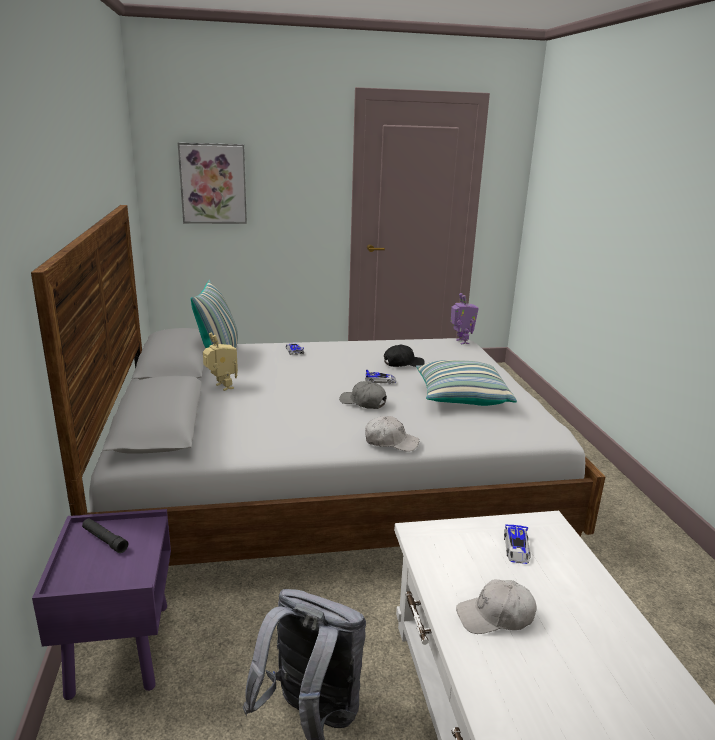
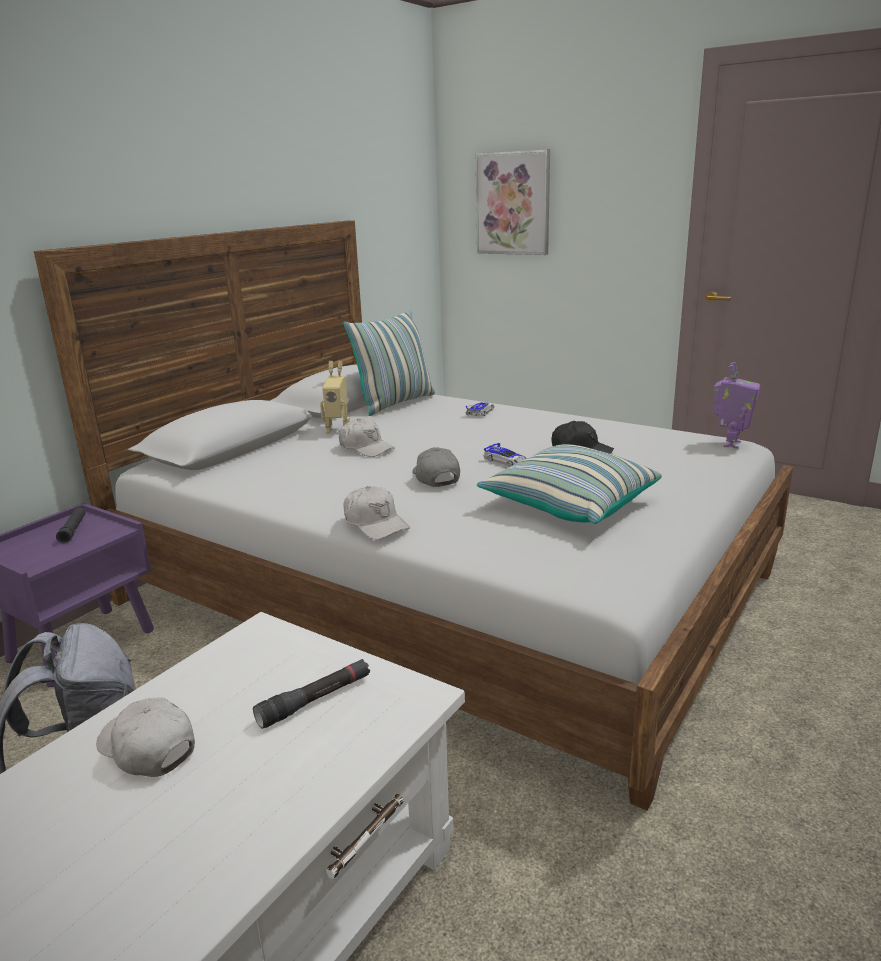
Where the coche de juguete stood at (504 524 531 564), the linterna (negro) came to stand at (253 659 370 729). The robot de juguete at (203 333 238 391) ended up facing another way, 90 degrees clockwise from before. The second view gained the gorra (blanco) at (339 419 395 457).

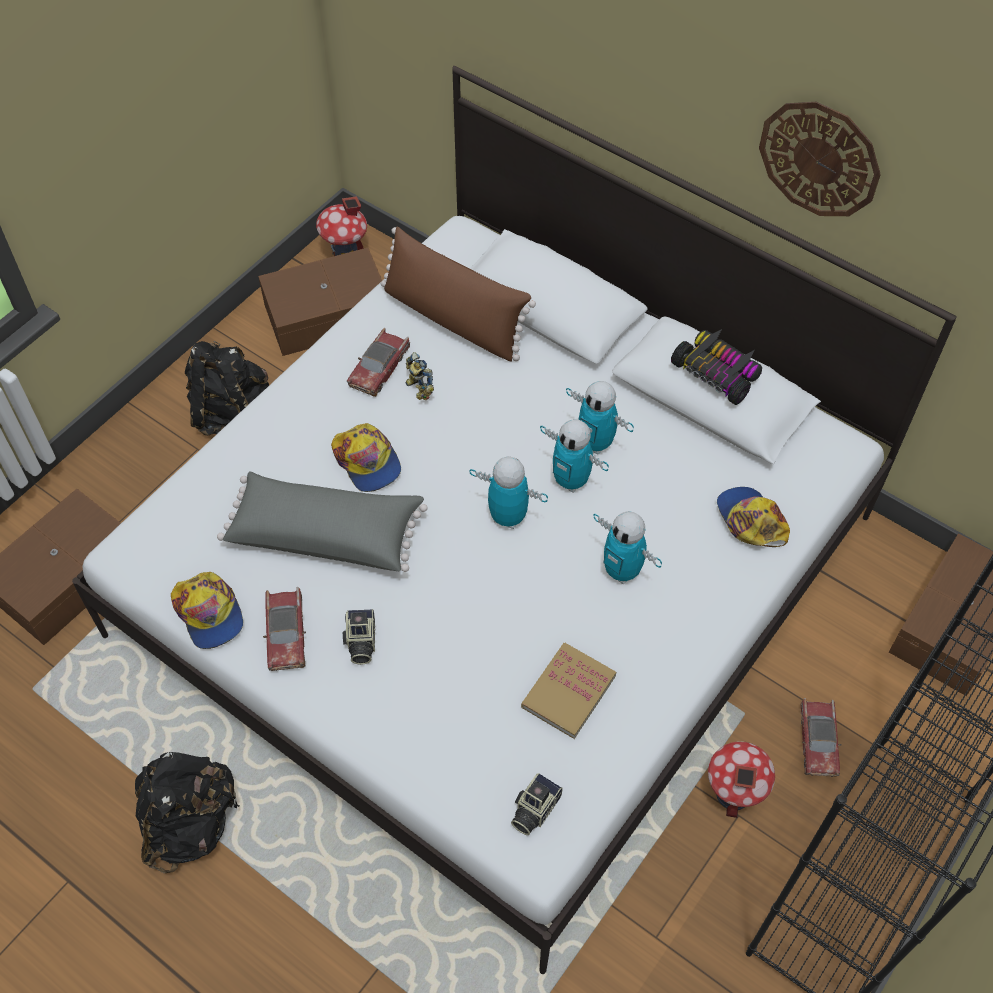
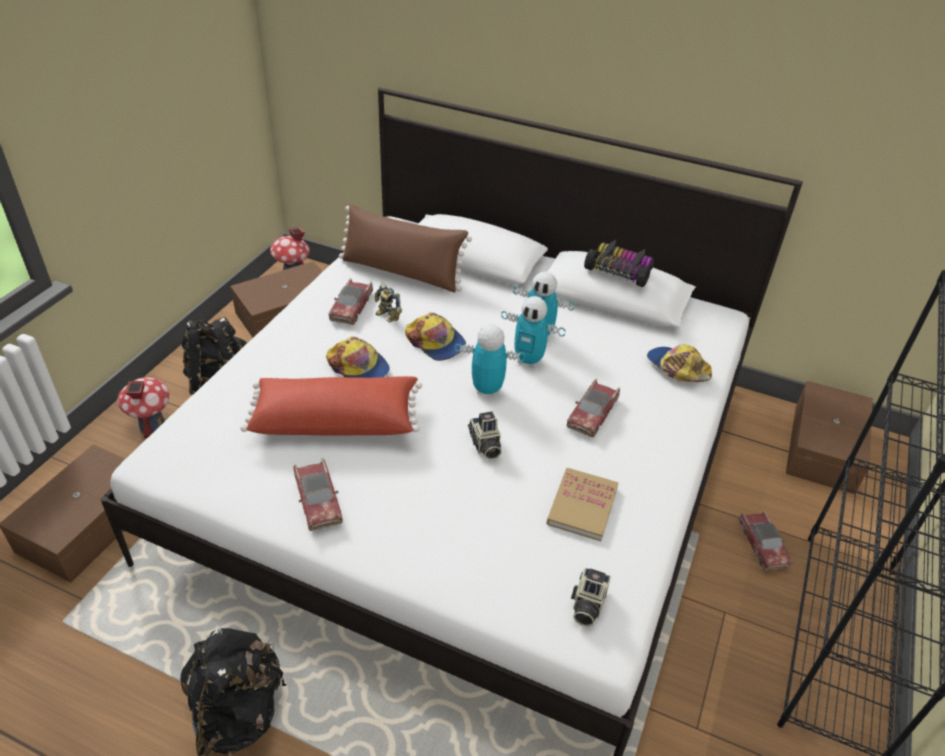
The casita ended up elsewhere, having gone from (708 741 775 818) to (117 377 169 438). What was the cojín (gris) at (217 471 428 572) turned into the cojín (rojo) at (240 376 422 436). The gorra ended up elsewhere, having gone from (171 572 243 649) to (405 312 466 361). The cámara ended up elsewhere, having gone from (343 609 376 665) to (468 411 502 460). Where the robot de juguete stood at (593 511 662 584), the coche de juguete came to stand at (567 379 620 437). The second view lost the reloj de pared at (759 102 881 216).

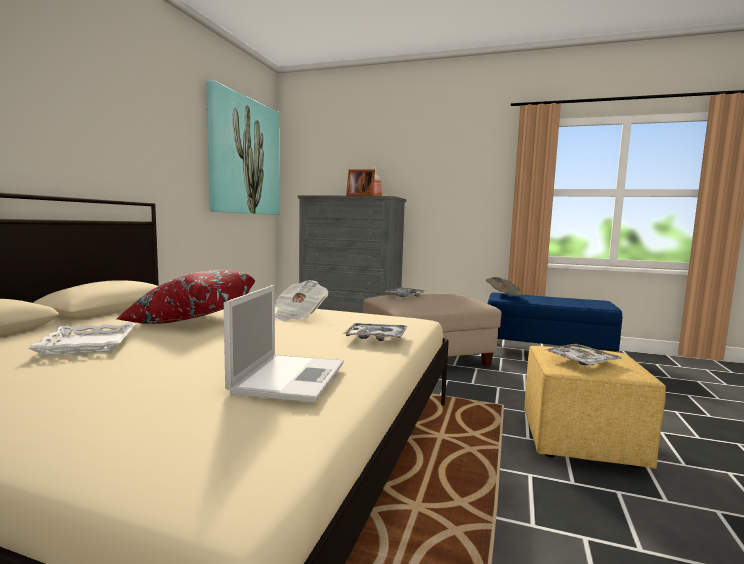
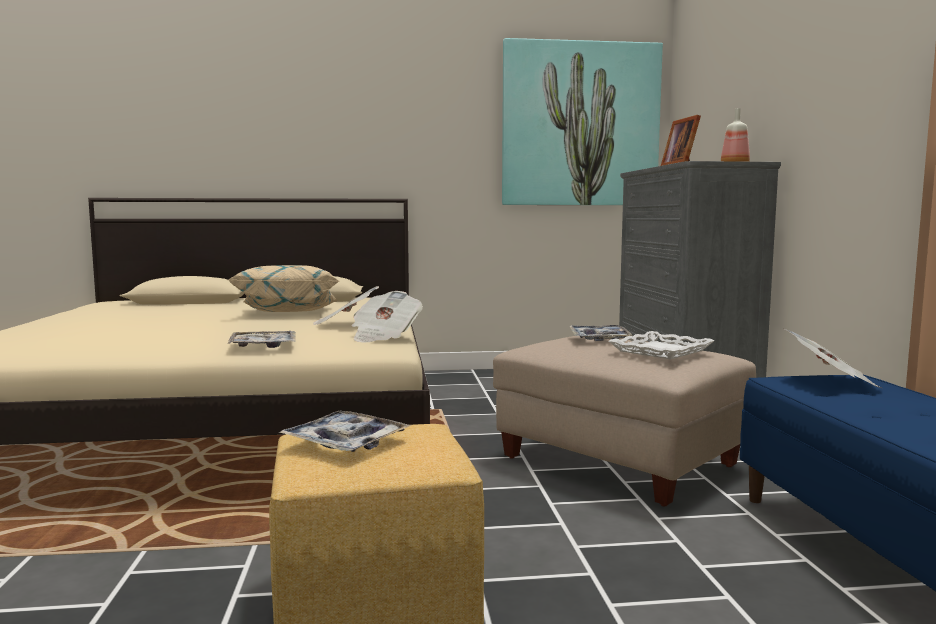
What was the cojín (rojo) at (117 270 255 324) turned into the cojín (beis) at (229 265 339 312). The second view gained the periódico at (352 291 423 343). The bandeja (blanco) ended up elsewhere, having gone from (28 323 136 356) to (609 331 714 360). The second view lost the portátil at (224 285 344 402).

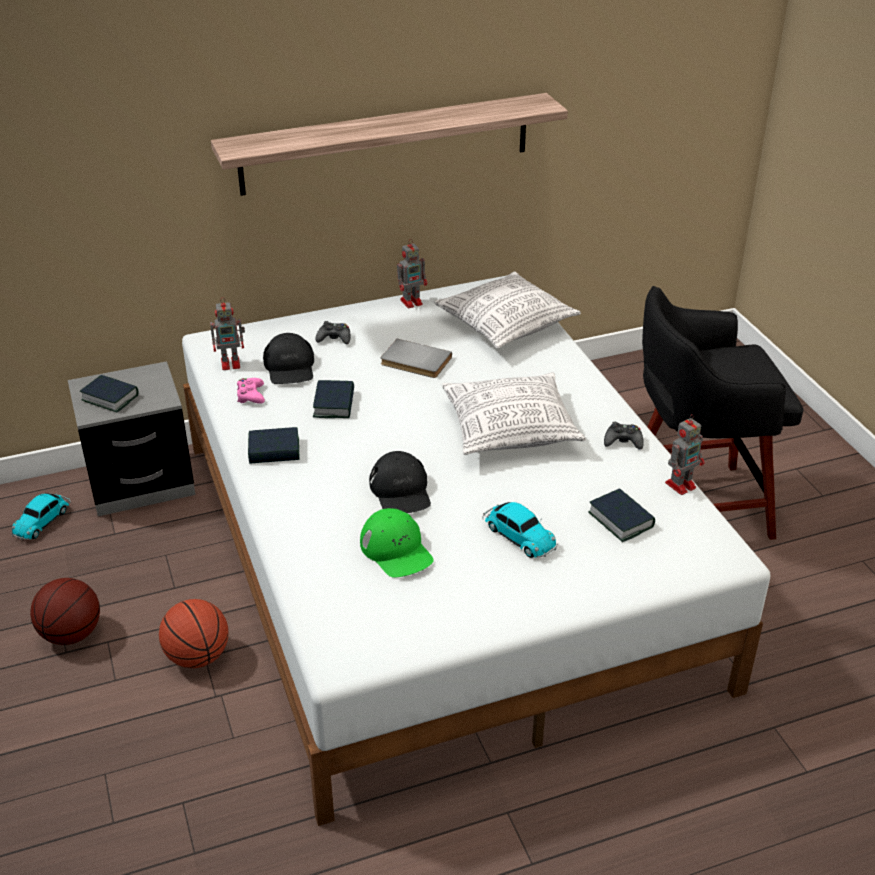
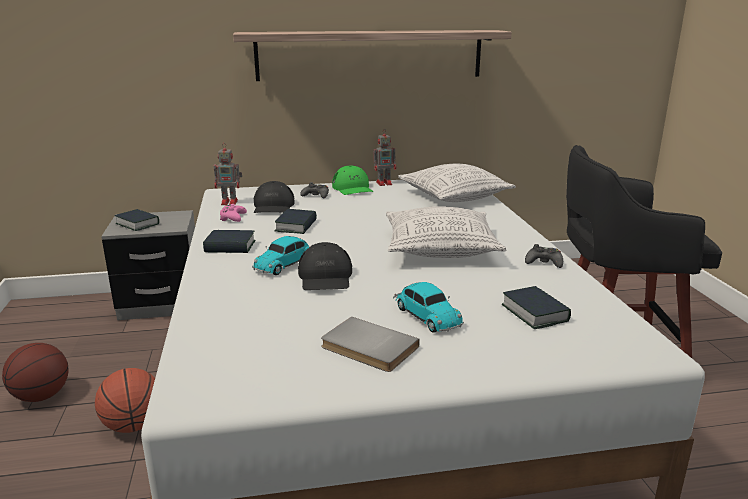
The coche de juguete ended up elsewhere, having gone from (11 493 71 540) to (252 236 310 275). The libro (gris) ended up elsewhere, having gone from (381 339 452 378) to (321 317 420 372). The gorra (verde) ended up elsewhere, having gone from (360 508 434 578) to (332 166 373 195). The second view lost the robot de juguete at (665 414 704 495).

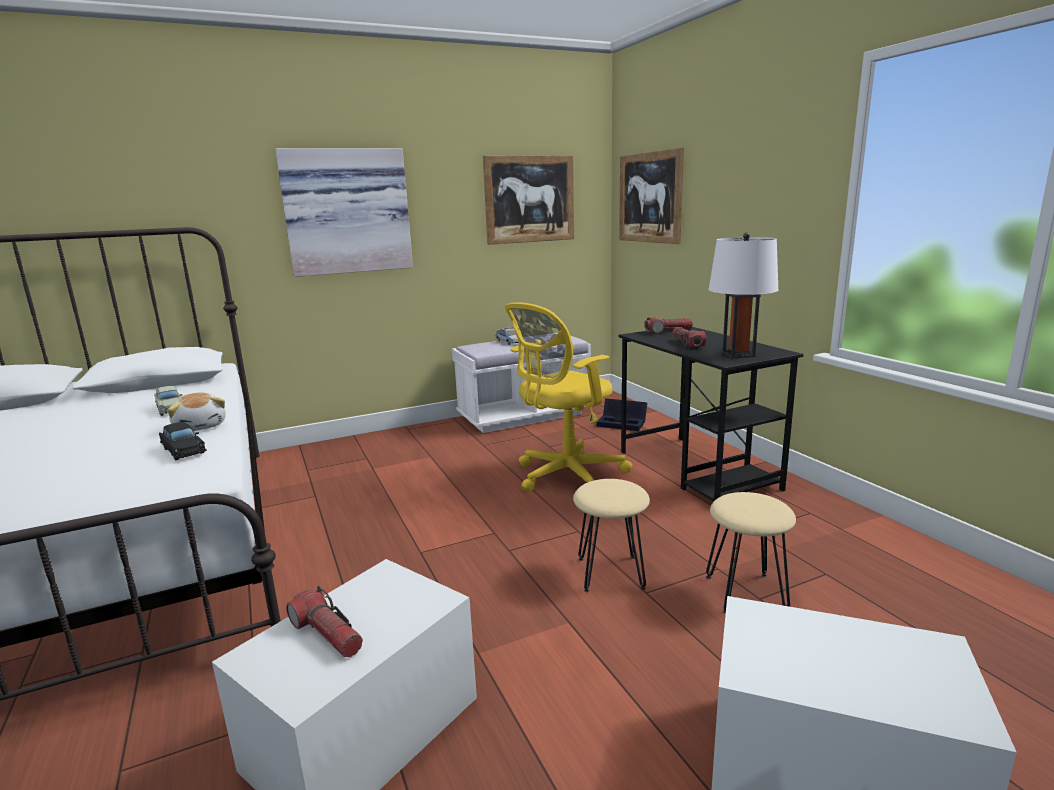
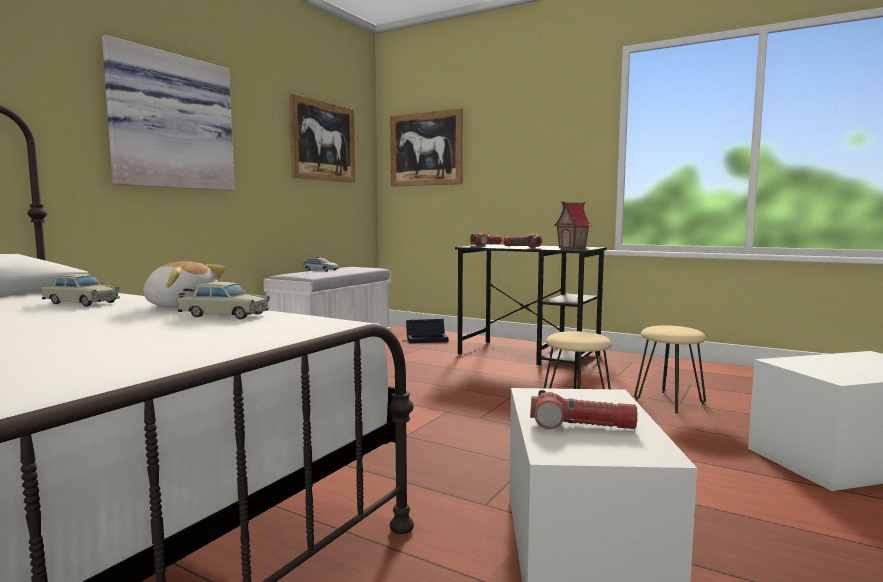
What was the coche de juguete (negro) at (159 422 207 460) turned into the coche de juguete (beis) at (176 282 270 319). Where the lámpara de mesa (blanco) stood at (709 232 778 358), the casita came to stand at (554 201 592 249). The second view lost the silla de oficina (amarillo) at (505 303 632 492).

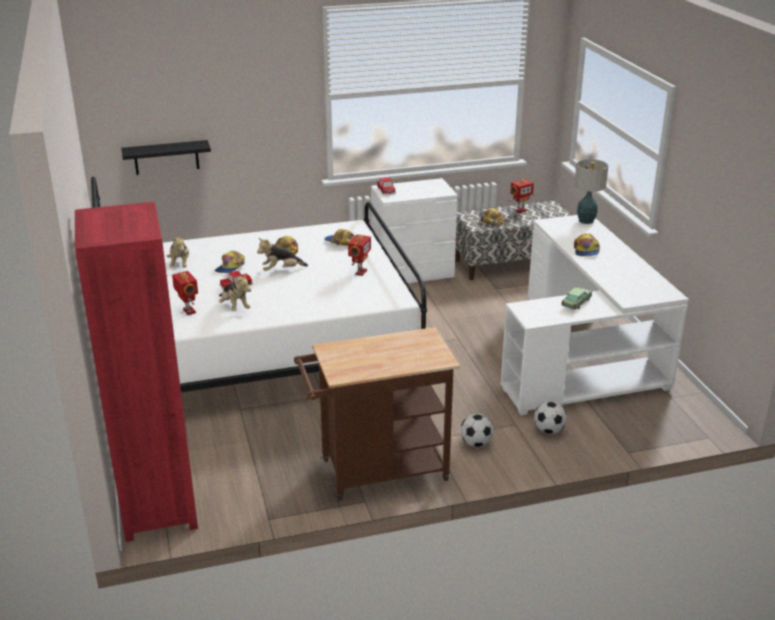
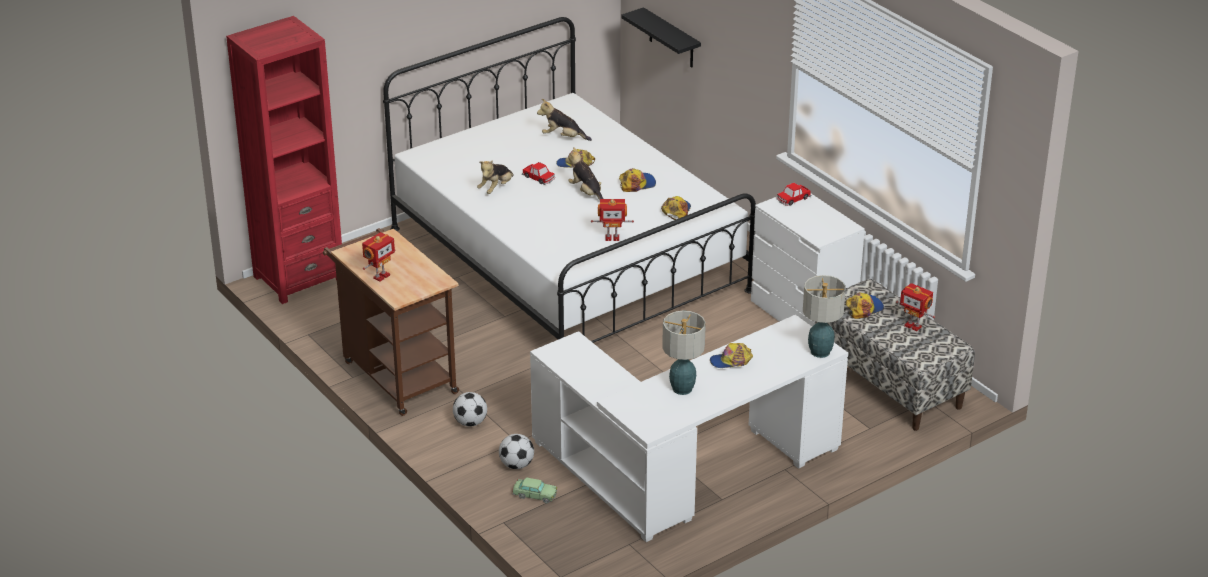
The robot de juguete ended up elsewhere, having gone from (172 271 198 315) to (362 232 396 282). The coche de juguete ended up elsewhere, having gone from (562 287 592 310) to (512 478 557 503). The peluche at (167 235 189 268) ended up facing another way, 45 degrees clockwise from before. The second view gained the lámpara de mesa at (662 310 706 395).

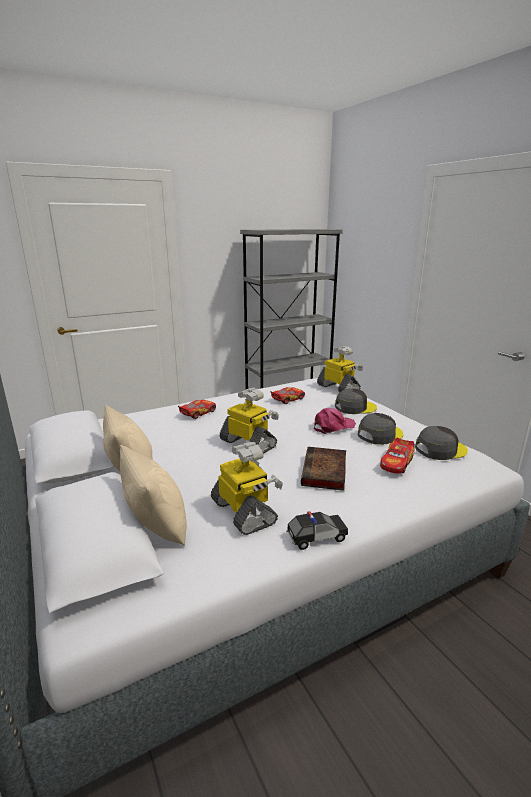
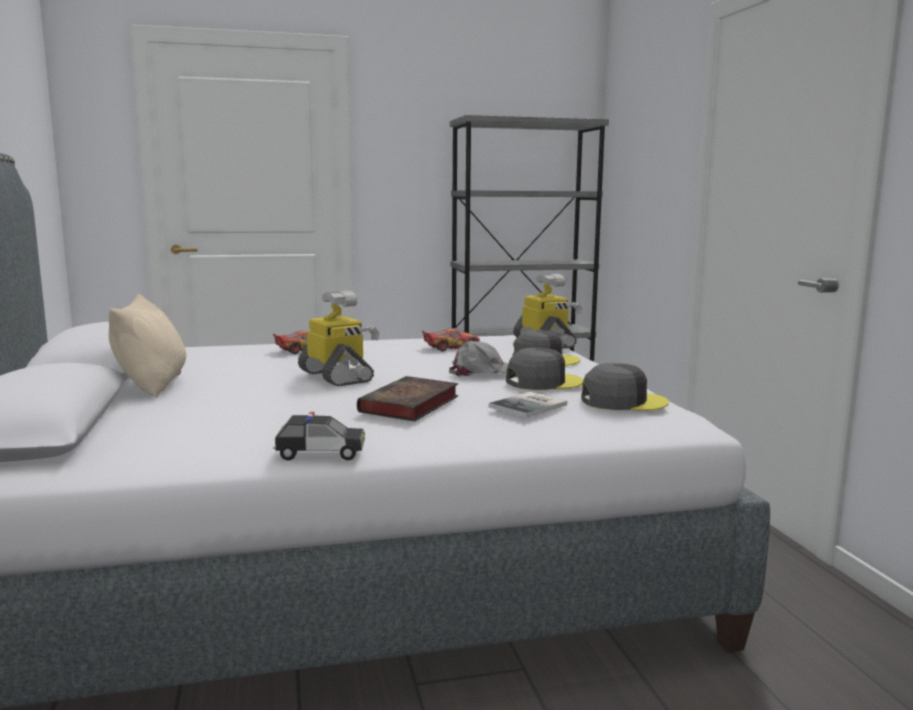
What was the gorra (rosa) at (314 408 356 434) turned into the gorra (gris) at (449 341 509 377). Where the coche de juguete stood at (380 438 414 474), the libro came to stand at (489 392 567 418). The second view lost the cojín (beis) at (120 445 187 546). The second view lost the robot de juguete at (211 442 283 535).

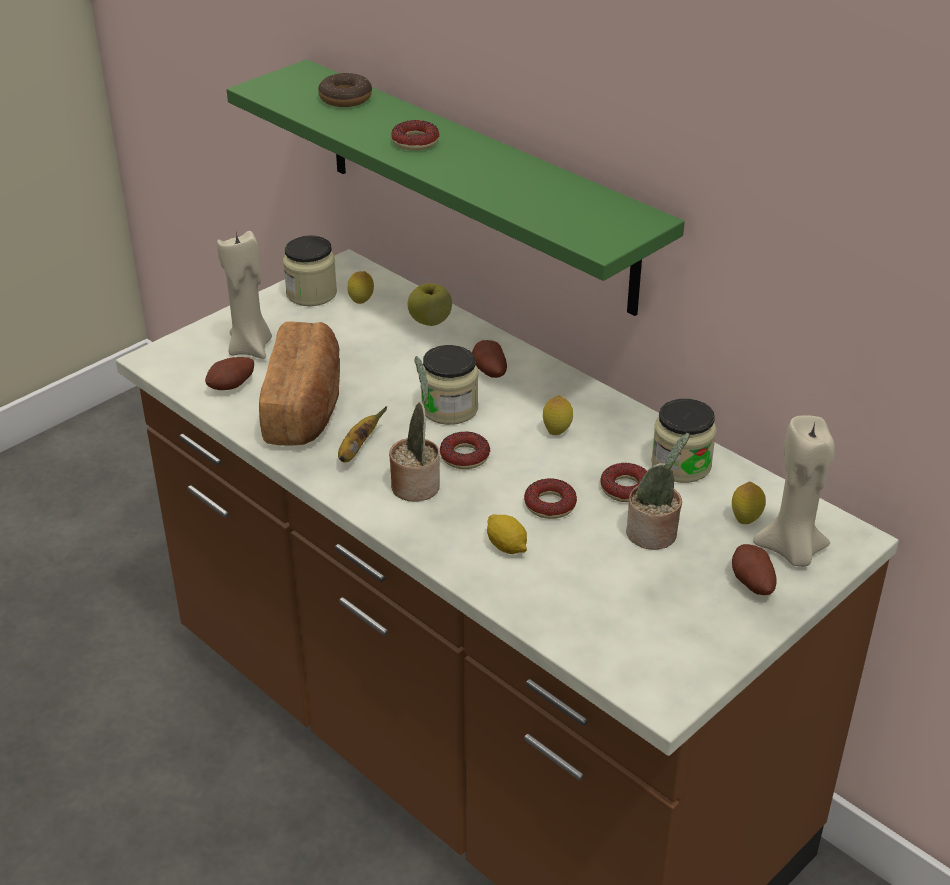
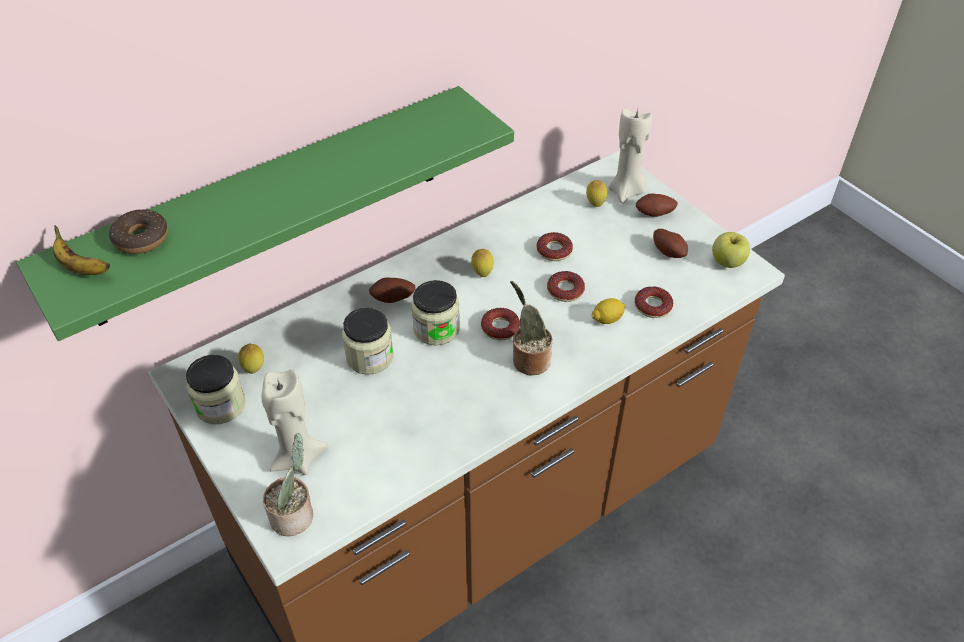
The plátano ended up elsewhere, having gone from (338 406 387 463) to (53 225 110 275). The planta en maceta ended up elsewhere, having gone from (626 433 690 550) to (263 433 313 536). The tarro ended up elsewhere, having gone from (651 399 717 483) to (342 308 394 375). The rosquilla ended up elsewhere, having gone from (391 120 439 151) to (635 286 673 318). The patata ended up elsewhere, having gone from (205 357 254 390) to (653 229 688 258). The manzana ended up elsewhere, having gone from (408 283 452 326) to (712 232 750 268). The second view lost the pan at (259 321 340 446).

